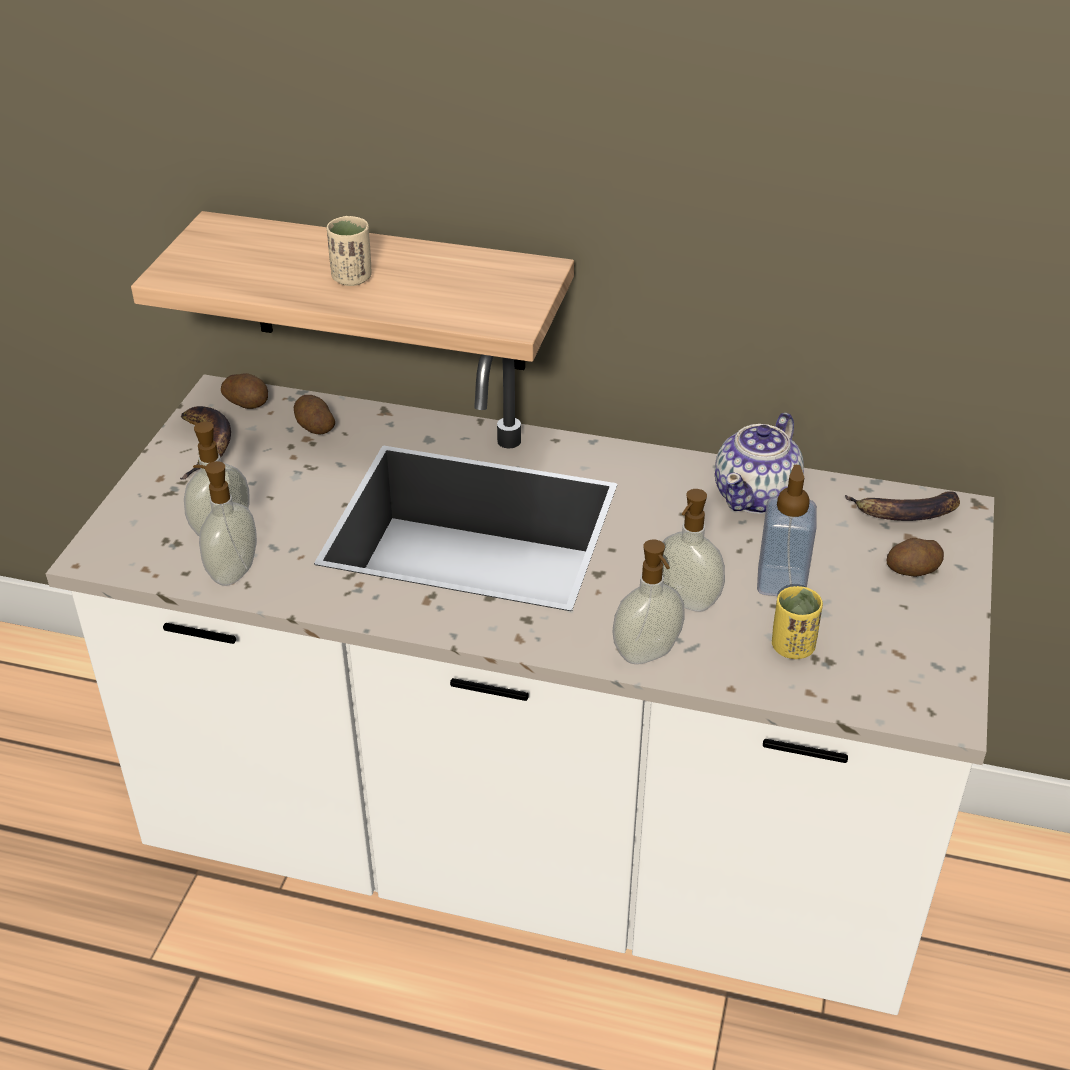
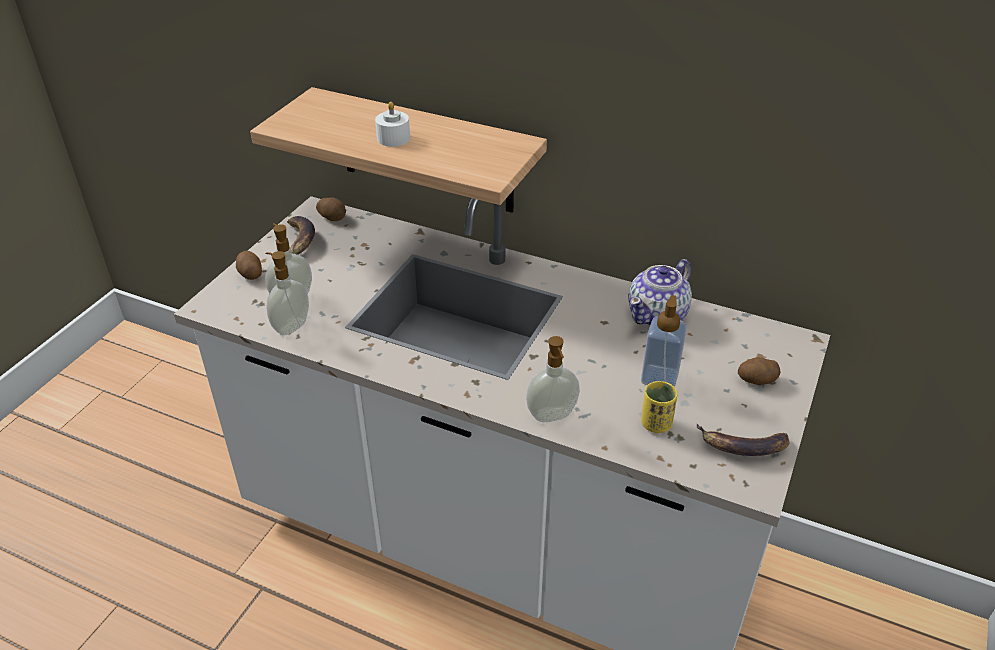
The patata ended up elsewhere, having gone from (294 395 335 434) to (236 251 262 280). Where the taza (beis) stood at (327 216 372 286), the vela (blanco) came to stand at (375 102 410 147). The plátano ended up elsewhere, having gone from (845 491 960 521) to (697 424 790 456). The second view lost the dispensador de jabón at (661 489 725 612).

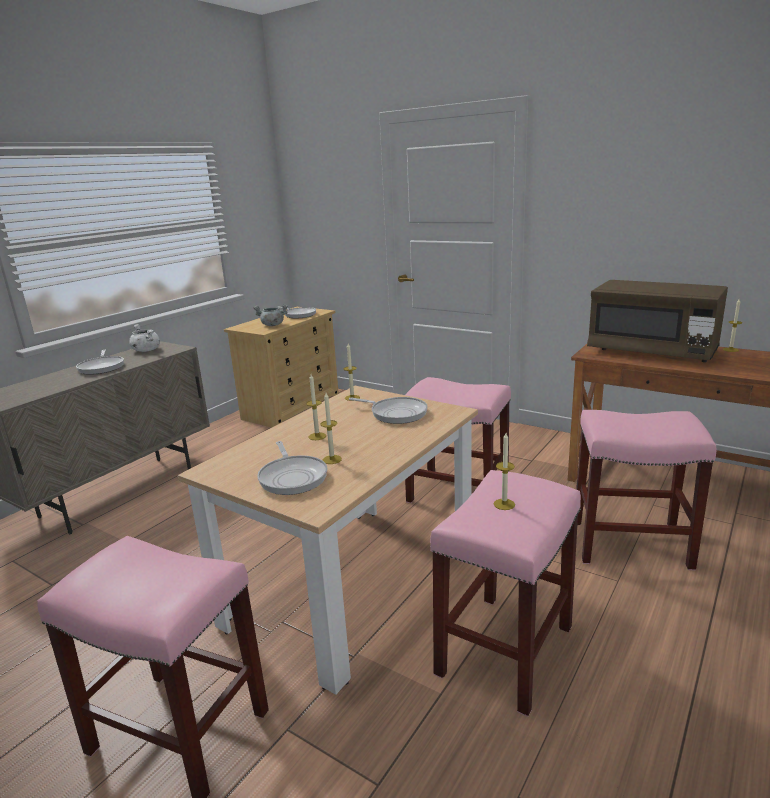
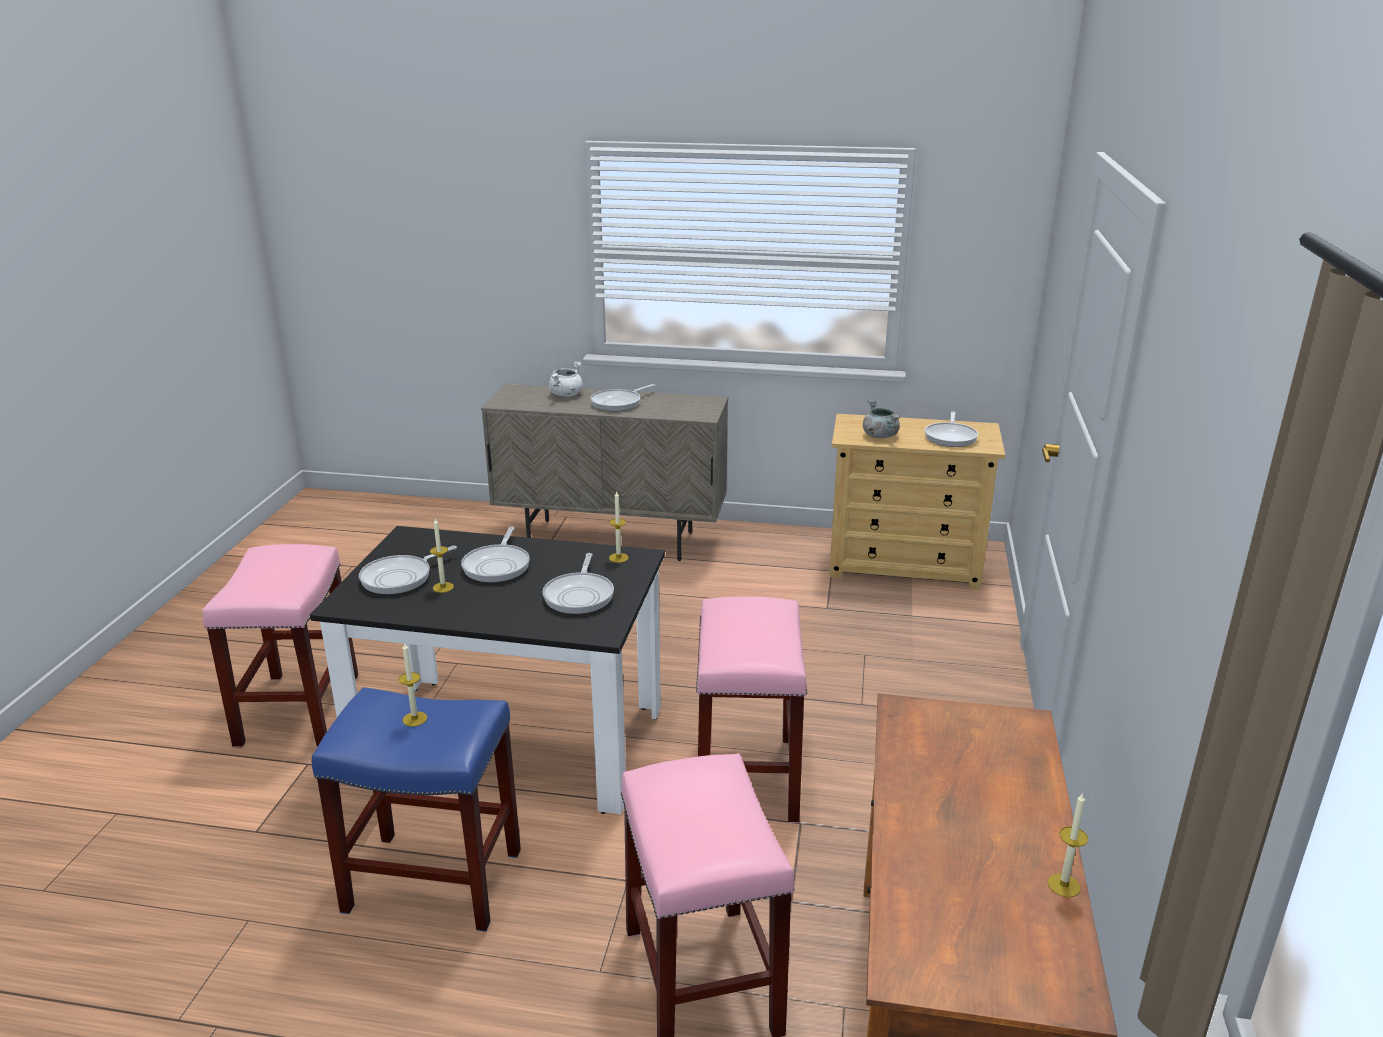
What was the mesa de comedor (beis) at (178 386 478 695) turned into the mesa de comedor (negro) at (310 526 665 814). What was the taburete (rosa) at (430 470 581 717) turned into the taburete (azul) at (312 687 521 932). Where the vela stood at (306 374 326 440), the sartén came to stand at (461 527 530 583). The olla (blanco) ended up elsewhere, having gone from (129 324 160 352) to (548 361 583 397). The second view lost the microondas (marrón) at (587 280 728 362).

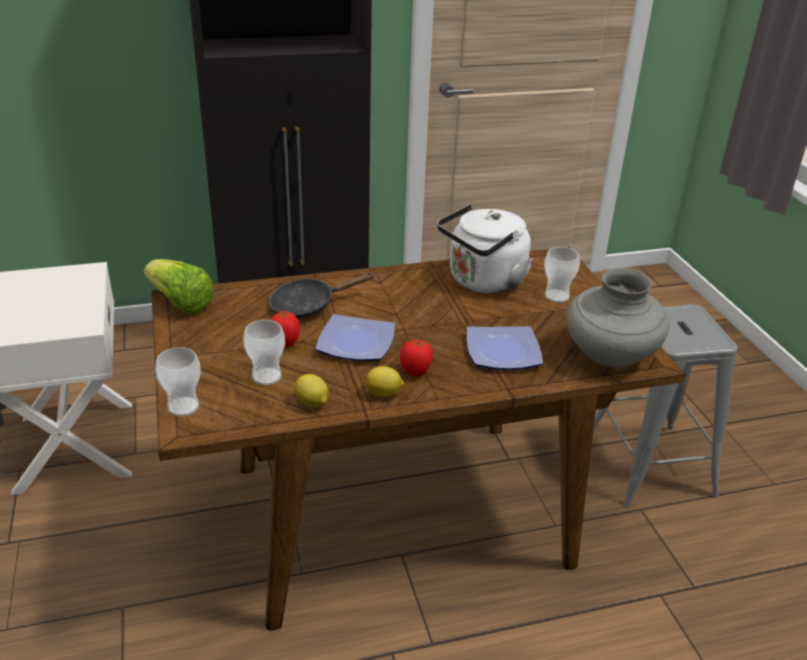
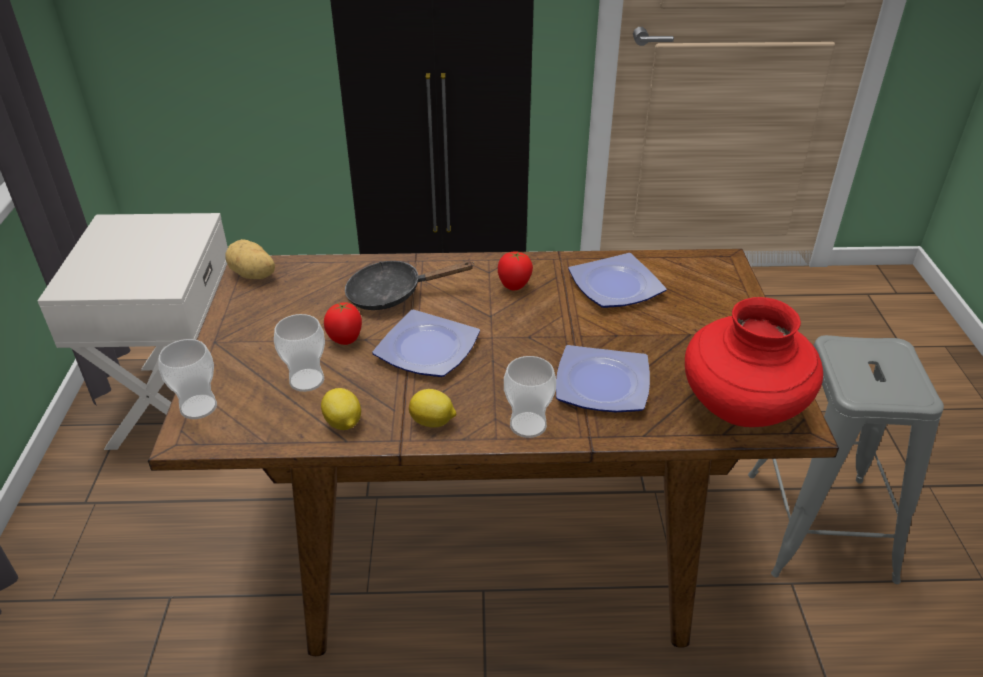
Where the lechuga stood at (144 259 215 314), the patata came to stand at (225 239 275 279). The tomate ended up elsewhere, having gone from (400 339 433 377) to (498 251 533 290). The taza ended up elsewhere, having gone from (544 247 580 303) to (504 356 556 438). Where the hervidor (blanco) stood at (437 204 533 294), the plato came to stand at (568 253 667 308). What was the florero (gris) at (566 268 669 367) turned into the florero (rojo) at (685 297 823 427).

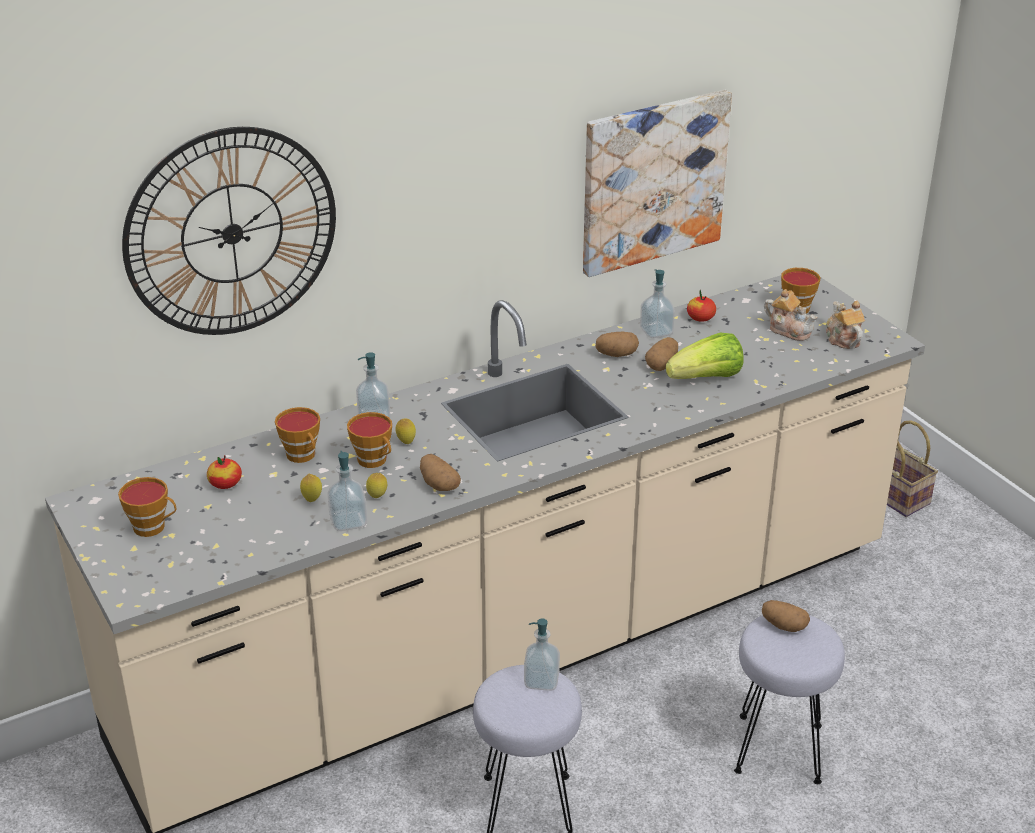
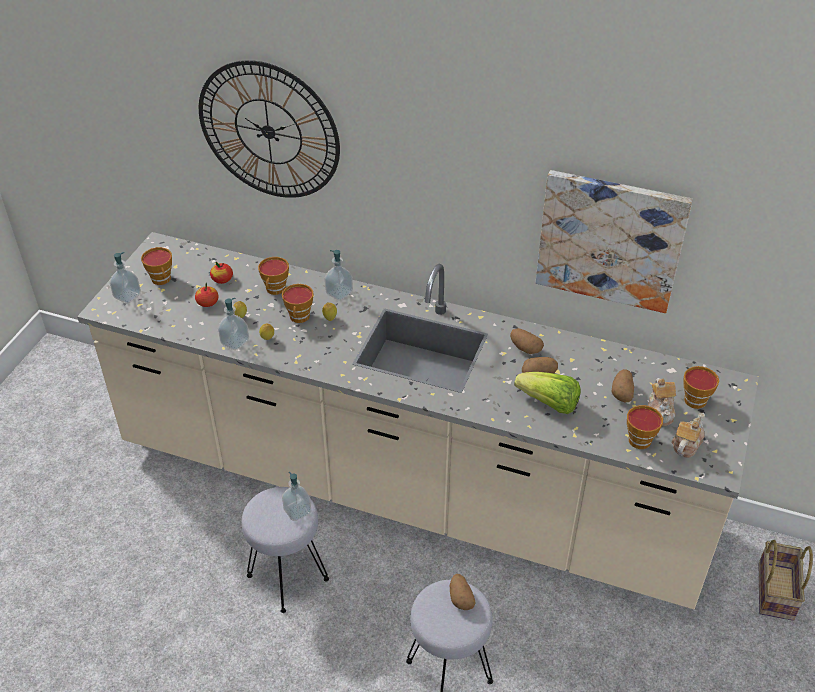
The dispensador de jabón ended up elsewhere, having gone from (640 270 675 338) to (109 252 141 303). The manzana ended up elsewhere, having gone from (687 290 716 322) to (195 283 218 307). The patata ended up elsewhere, having gone from (420 454 461 491) to (612 369 634 402). The second view gained the taza at (627 405 663 449).

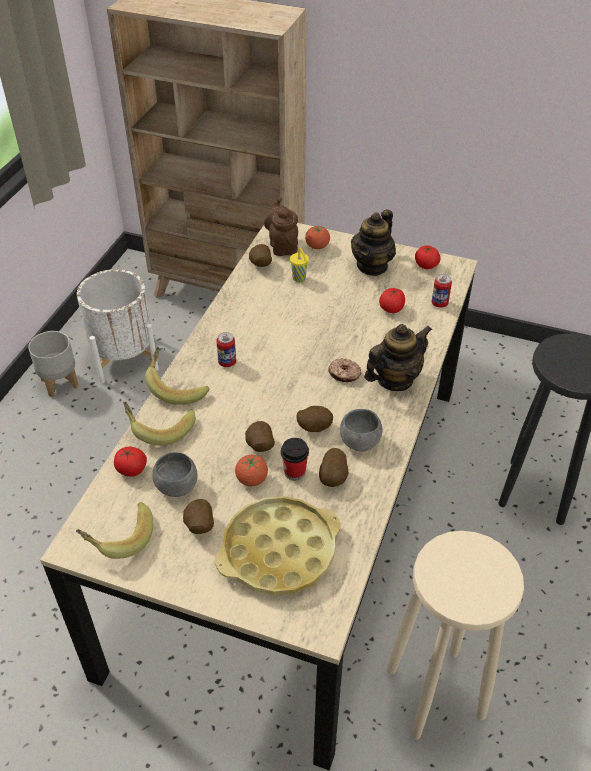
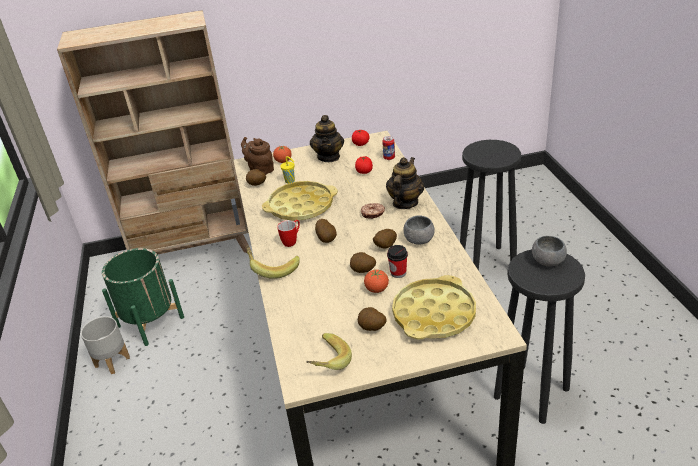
What was the maceta (blanco) at (77 269 159 383) turned into the maceta (verde) at (102 248 184 346). The second view gained the bandeja (amarillo) at (262 181 338 221). Where the lata stood at (216 332 236 367), the taza grande came to stand at (277 220 300 247). The patata ended up elsewhere, having gone from (319 448 348 487) to (315 219 337 243). What was the taburete (beis) at (387 531 524 740) turned into the taburete (negro) at (494 250 585 424). The cuenco (gris) ended up elsewhere, having gone from (152 452 198 497) to (532 236 567 267). The second view lost the tomate at (114 447 147 477). The second view lost the plátano at (123 402 196 446).

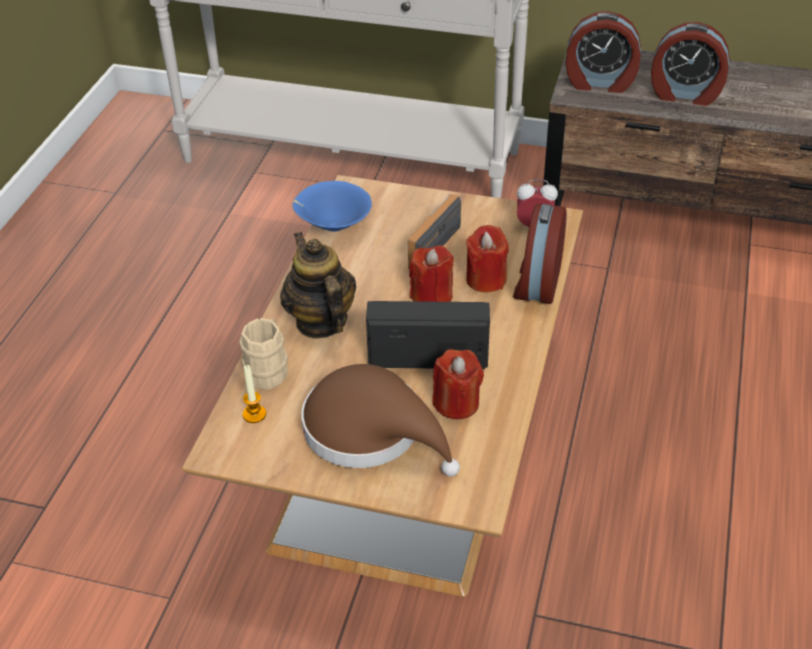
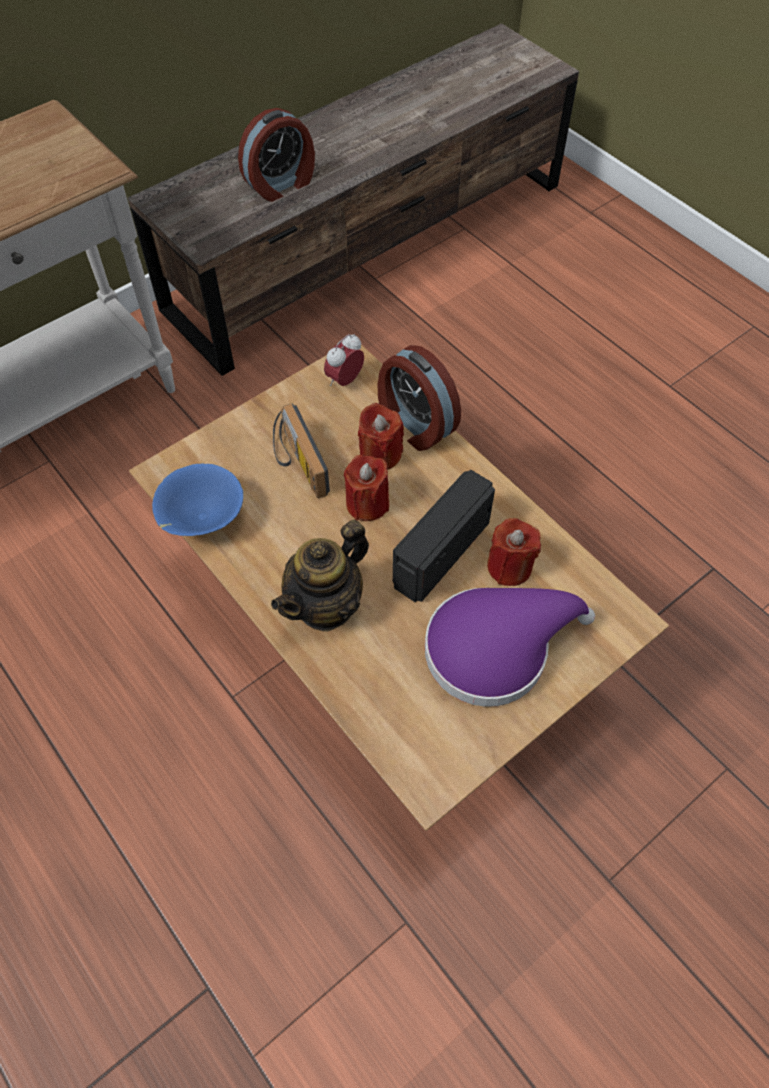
The tetera at (280 232 356 339) ended up facing another way, 60 degrees counterclockwise from before. What was the sombrero (marrón) at (302 364 460 477) turned into the sombrero (morado) at (425 588 595 707). The second view lost the taza grande (beis) at (239 318 288 390). The second view lost the vela at (243 365 266 423). The second view lost the despertador at (566 11 641 93).

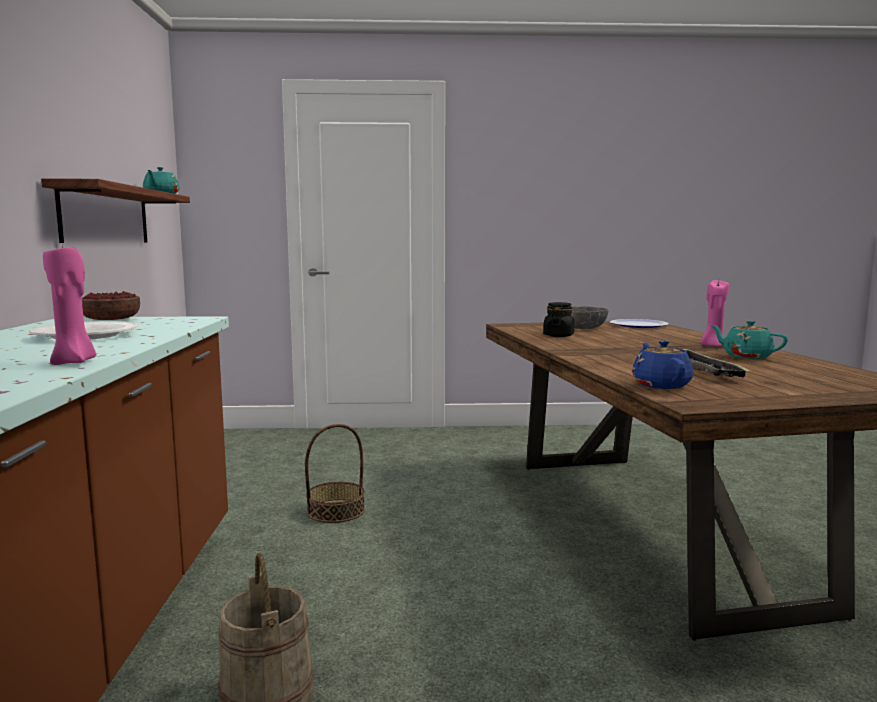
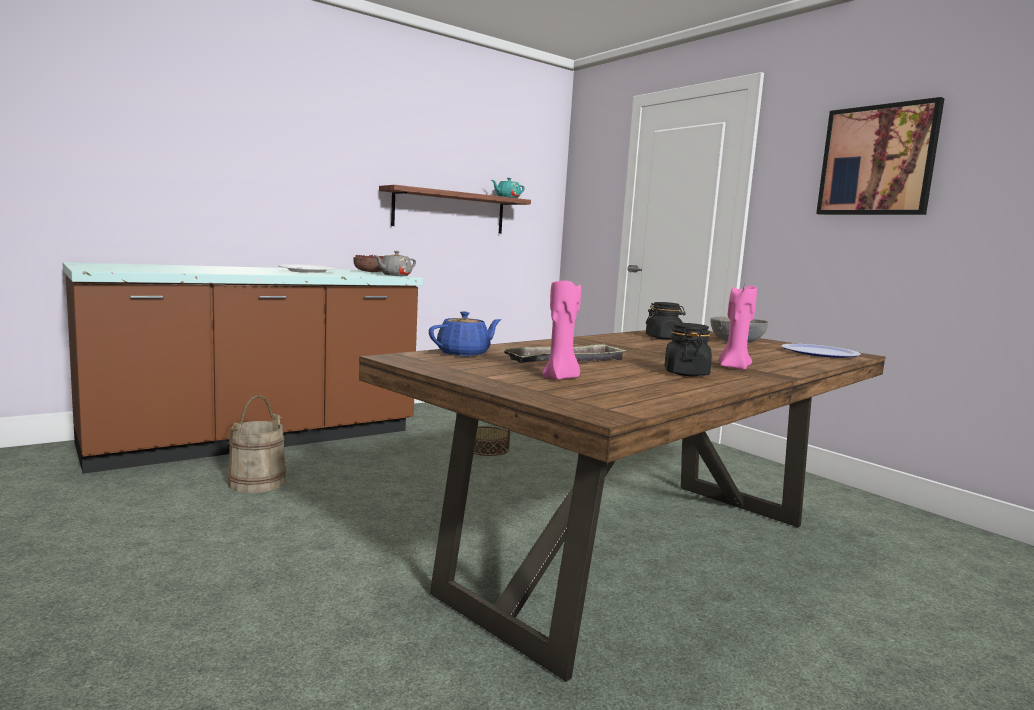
The second view gained the tetera (gris) at (374 251 416 276). The vela (rosa) ended up elsewhere, having gone from (43 247 96 365) to (542 279 581 380). Where the tetera (turquesa) stood at (710 321 788 359), the tarro (negro) came to stand at (664 323 712 376). The second view gained the cuadro at (816 97 945 215).

